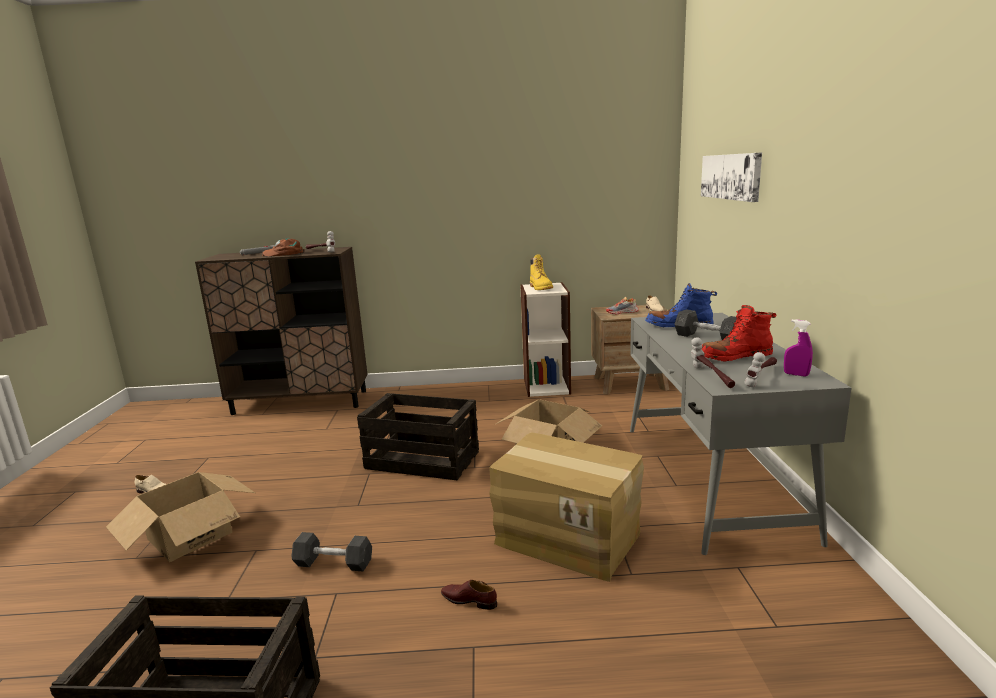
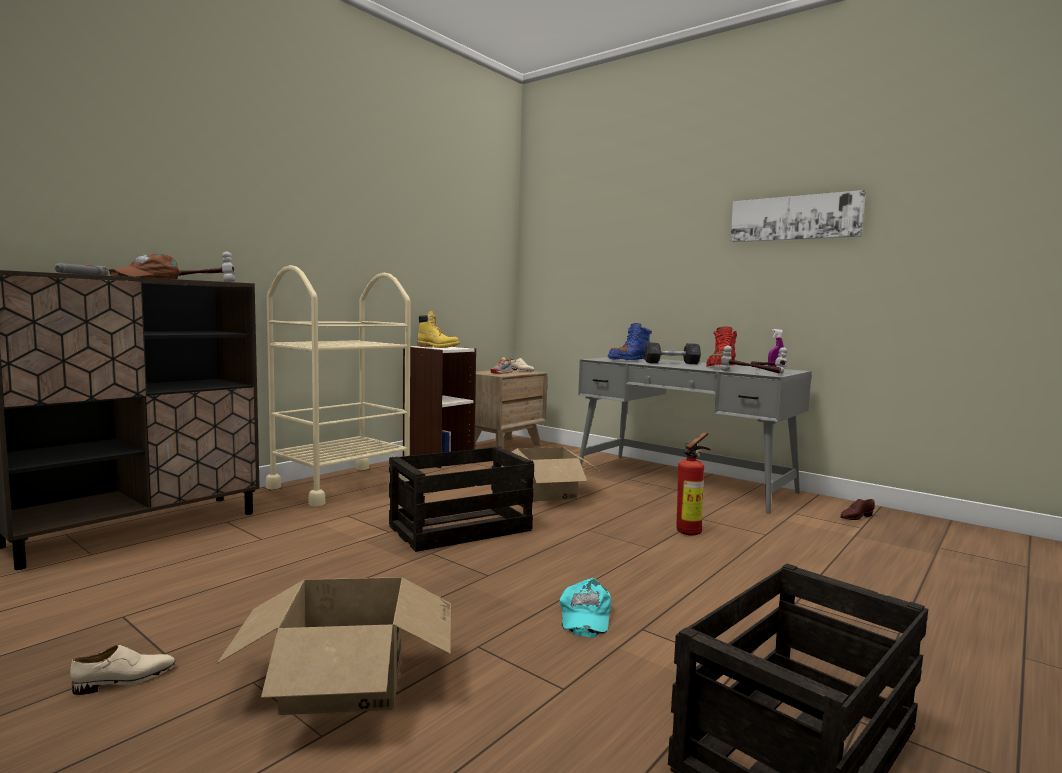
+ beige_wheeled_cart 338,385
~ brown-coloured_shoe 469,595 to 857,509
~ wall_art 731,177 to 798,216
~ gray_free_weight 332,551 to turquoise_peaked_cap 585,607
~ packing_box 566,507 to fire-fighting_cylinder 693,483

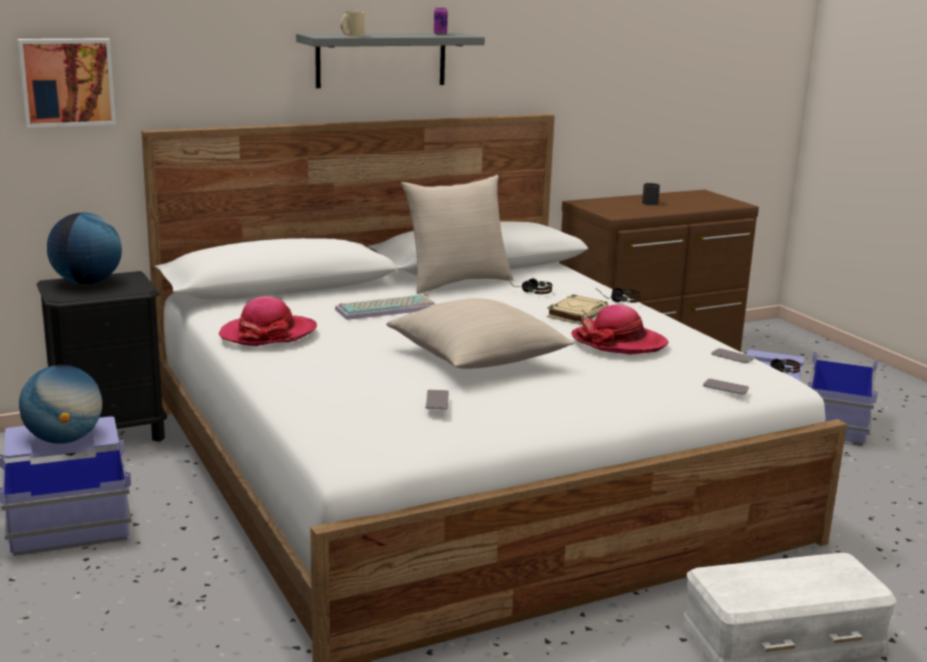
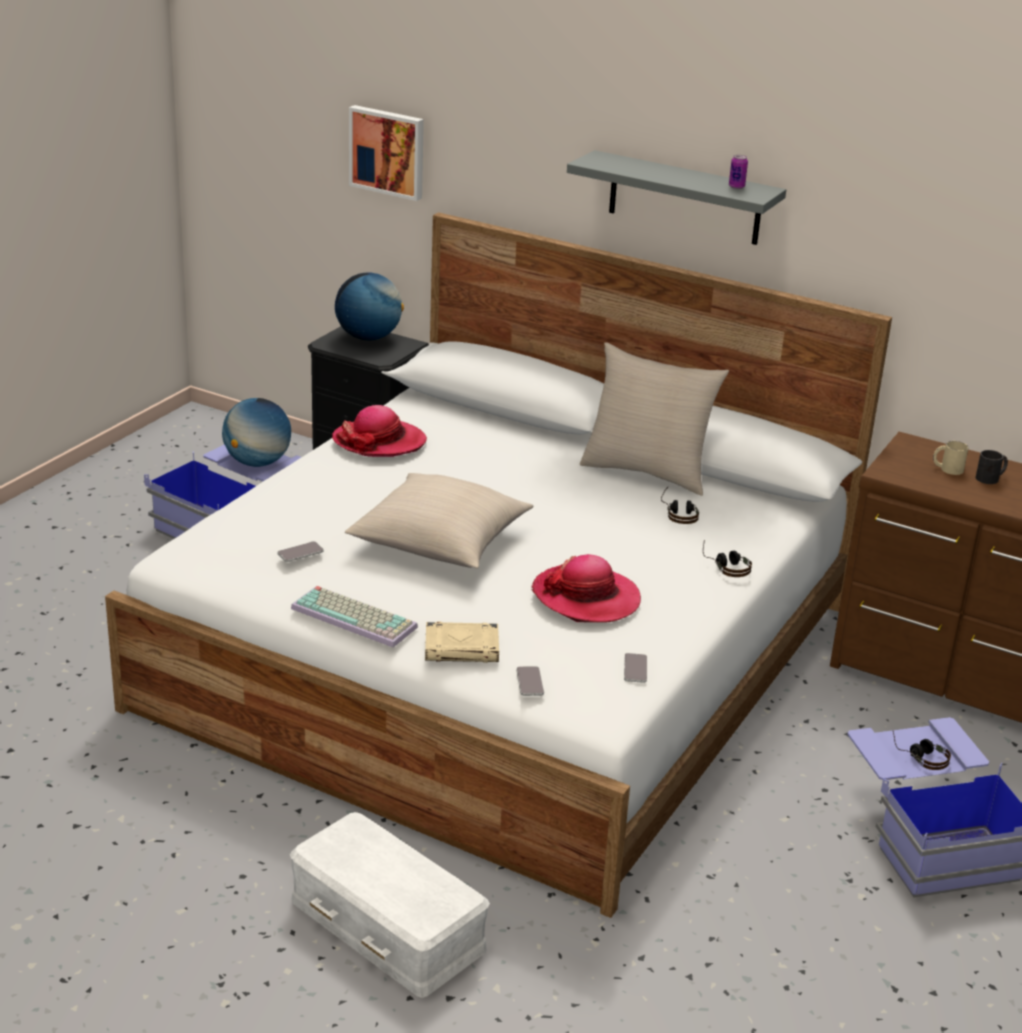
~ PC_keyboard 385,307 to 354,617
~ beige_tea_mug 353,24 to 951,458
~ beige_bound_book 577,309 to 462,642

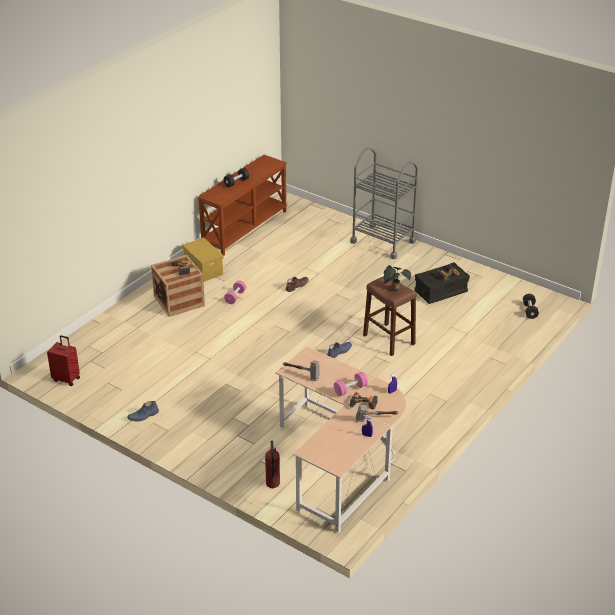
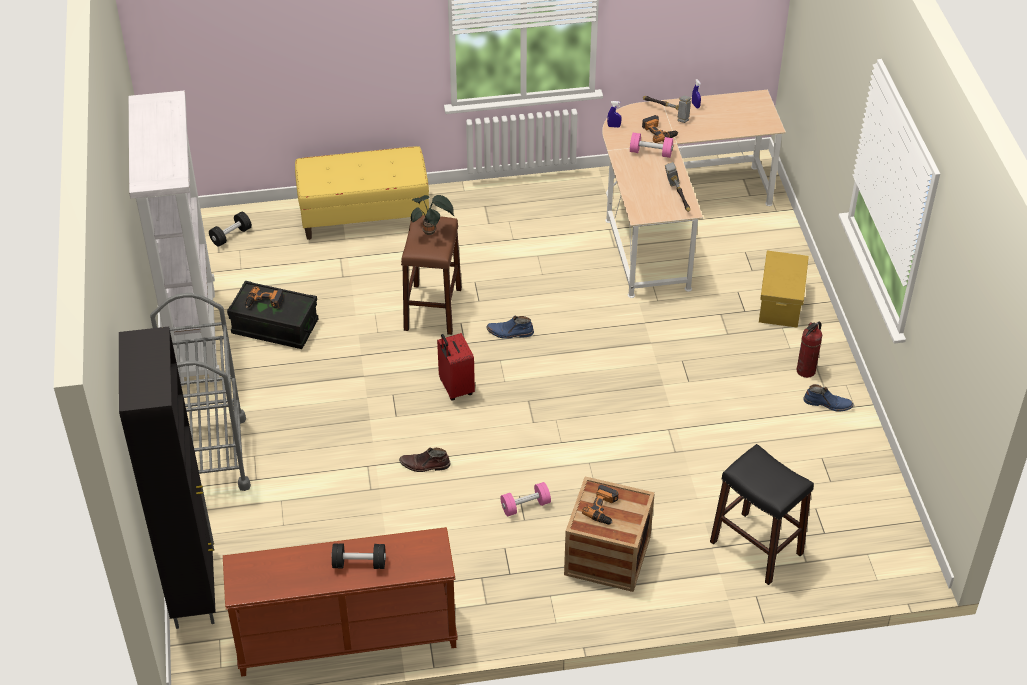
+ black-coloured_storage_cabinet 167,477
+ whitish_bookshelf 174,238
+ yellow_long_seat 362,193
+ black-coloured_stool_seat 762,514
~ red_travel_case 63,360 to 456,367
~ yellow_storage_bin 203,260 to 784,289
~ fire-fighting_cylinder 272,464 to 809,350

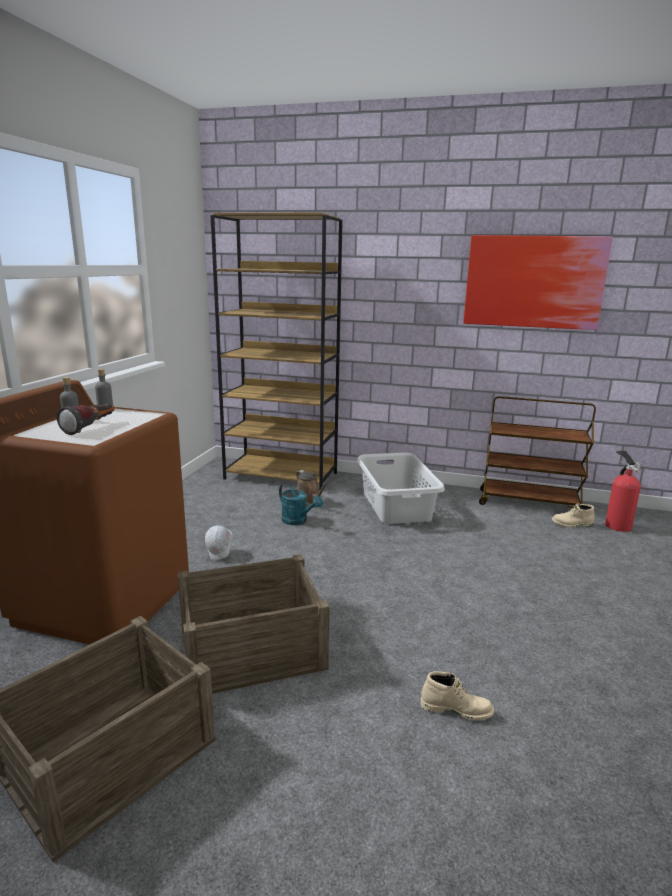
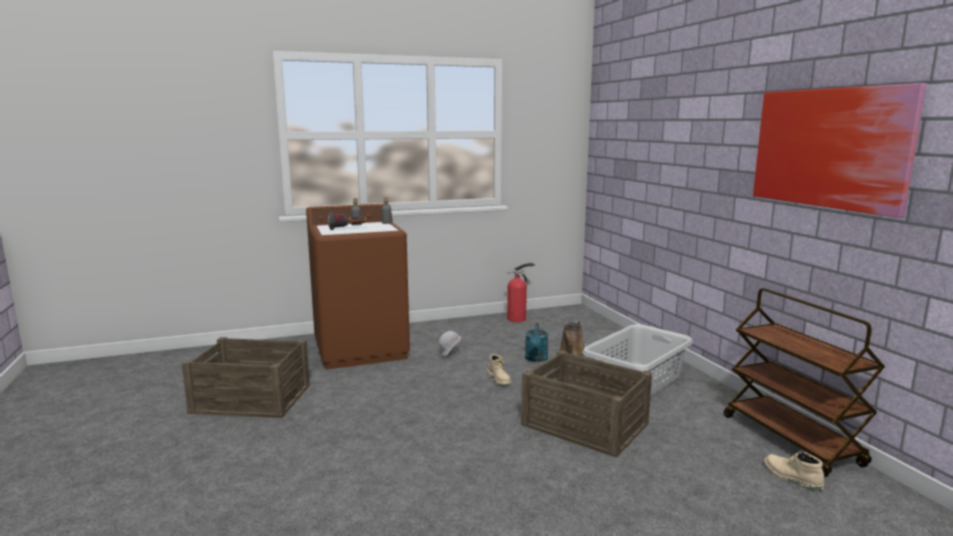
- brown-coloured_bookshelf 276,352
~ packing_crate 253,624 to 586,404
~ beige_tall_boot 457,696 to 499,369
~ fire-fighting_cylinder 624,491 to 521,292

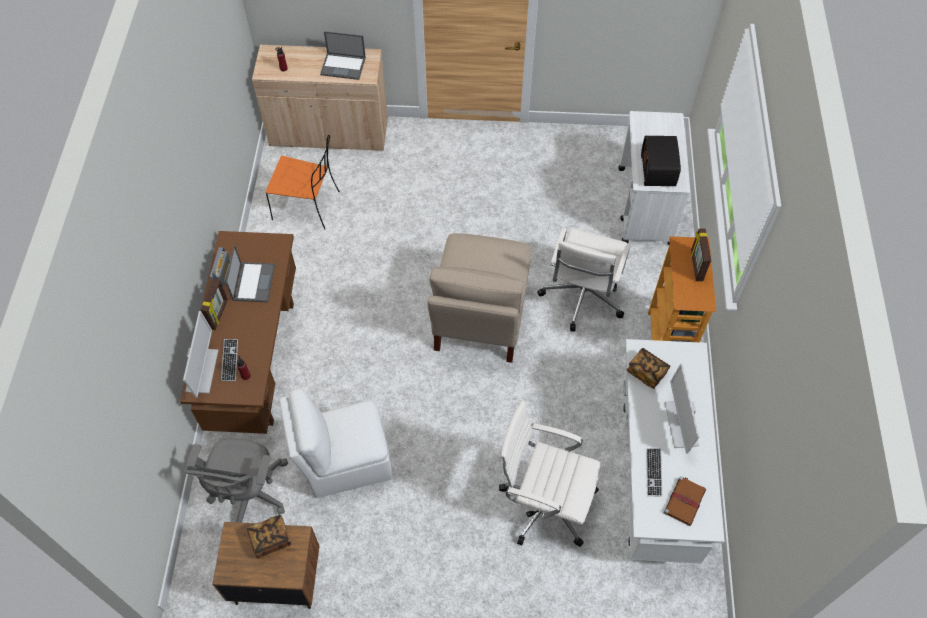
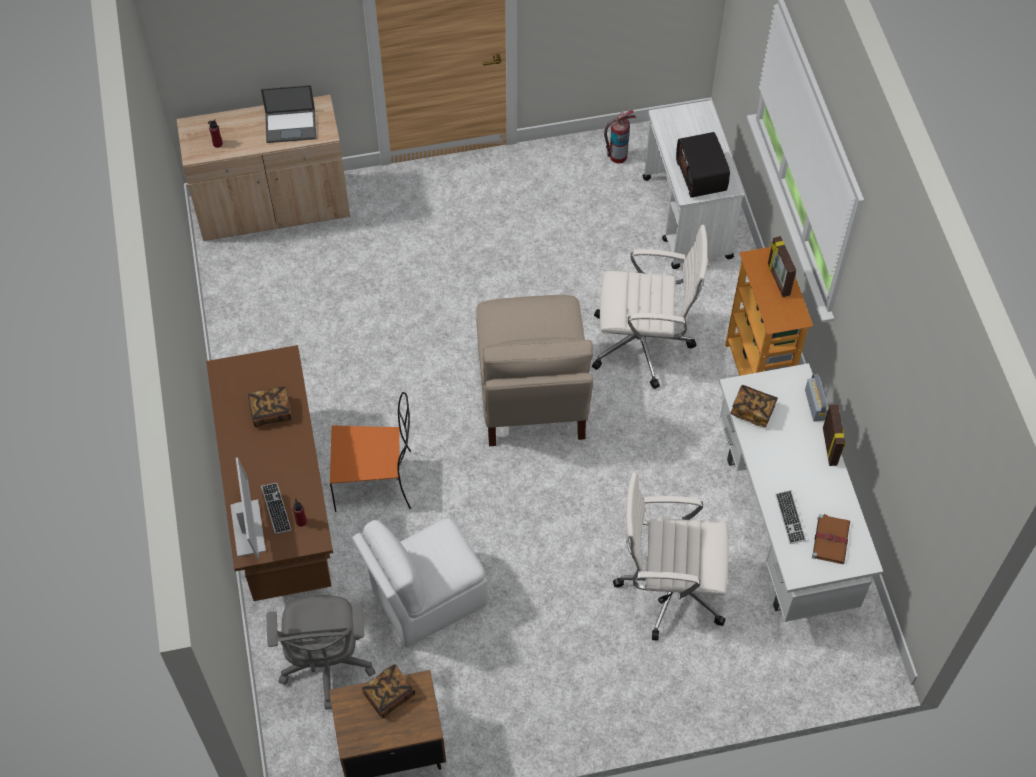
- computer_screen 682,408
+ fire-fighting_cylinder 620,136
~ picture_frame 214,304 to 834,435
~ radio 220,266 to 817,398
~ orangey_plain_chair 302,182 to 370,452
~ notebook_computer 250,273 to bound_book 270,406
~ whitish_office_chair 583,279 = 650,307 90 degrees counterclockwise

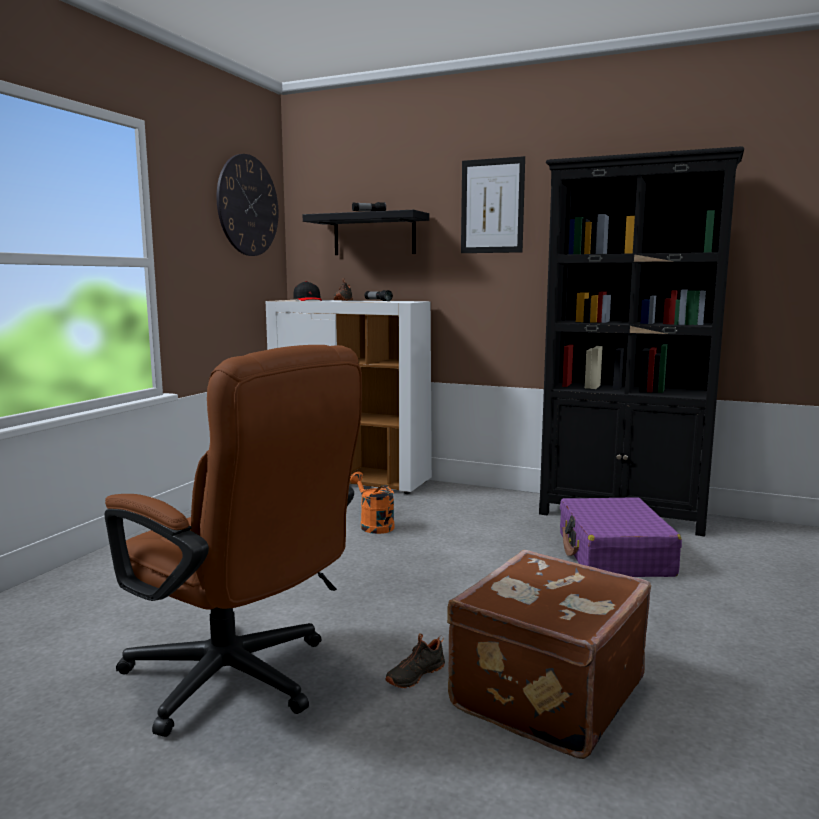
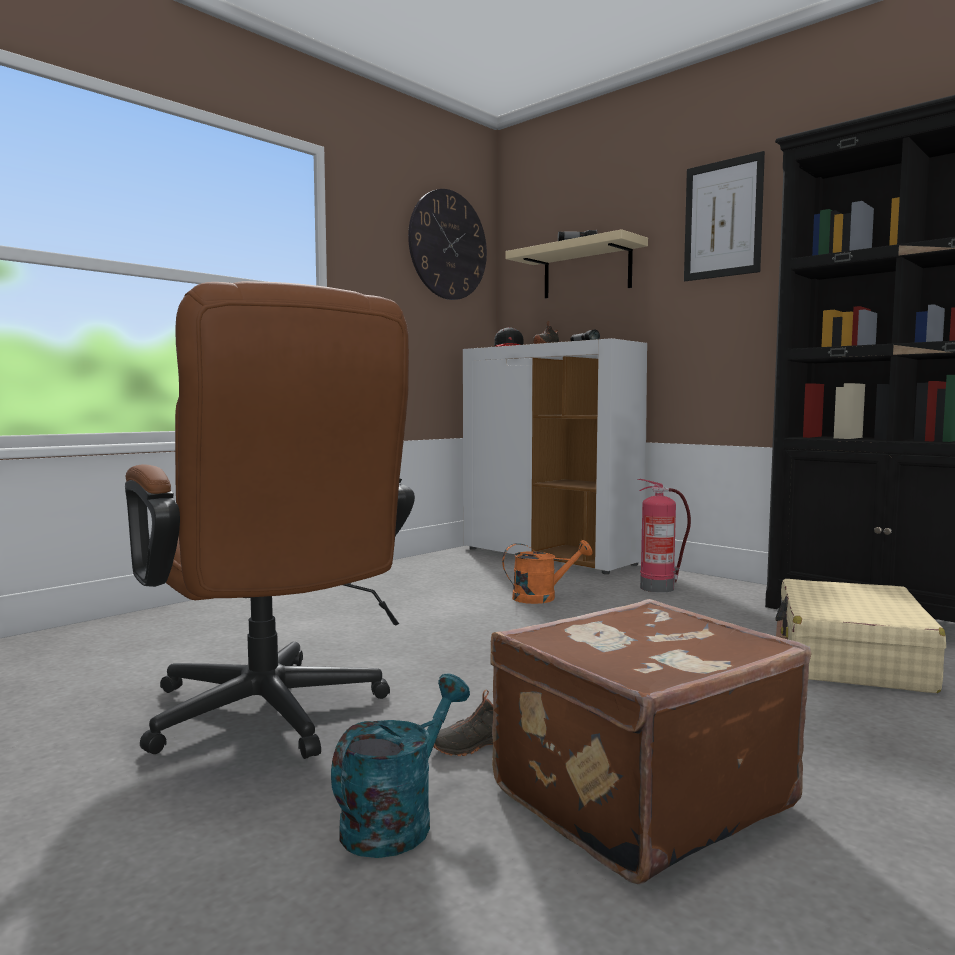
+ turquoise_watering_can 400,765
+ fire-fighting_cylinder 664,536
~ black-coloured_shelf 366,232 to beige_shelf 576,264
~ purple-coloured_travel_case 621,537 to beige_travel_case 860,636
~ orangey_watering_can 372,503 = 547,572 90 degrees clockwise

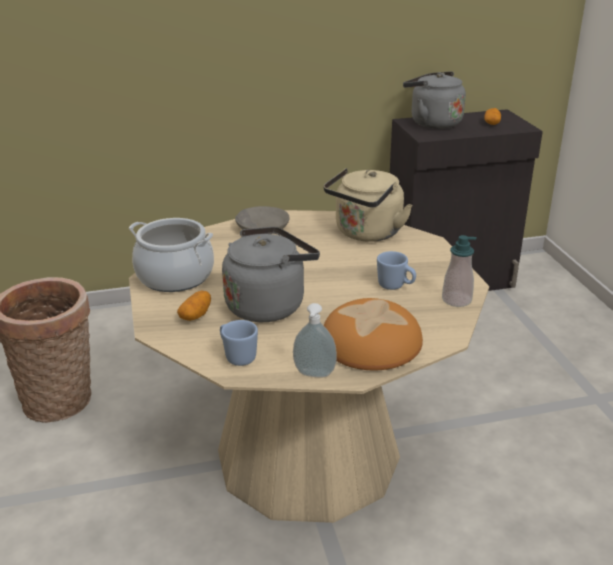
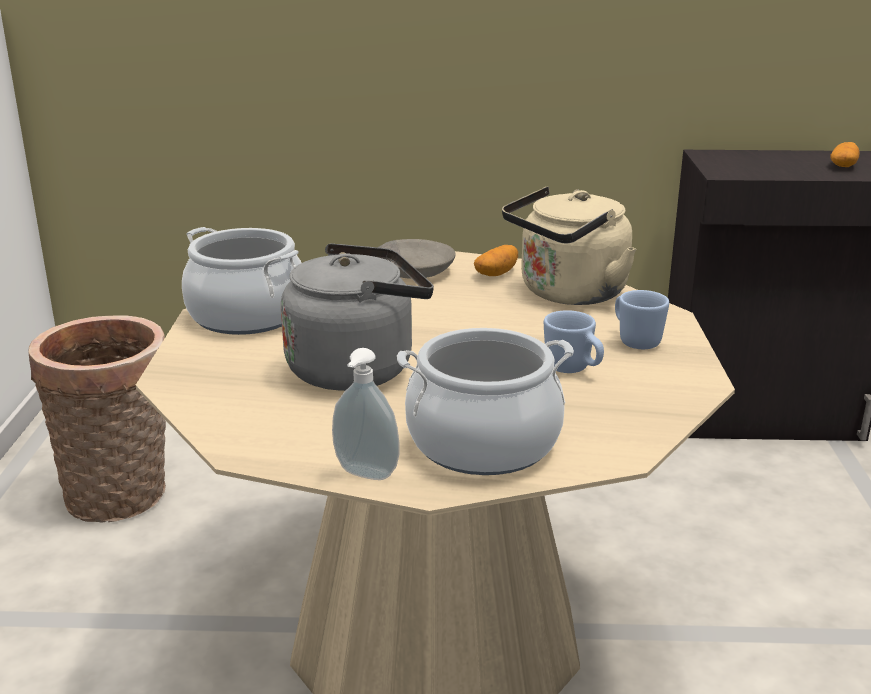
- gray_kettle 434,100
- soap_bottle 459,271
~ potato 194,305 to 496,260
~ blue-coloured_tea_mug 239,343 to 642,319
~ bread 373,334 to cooking_pot 485,401

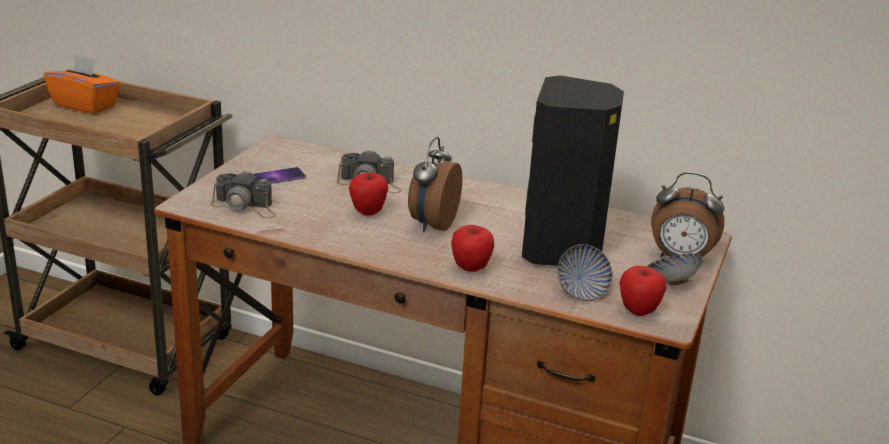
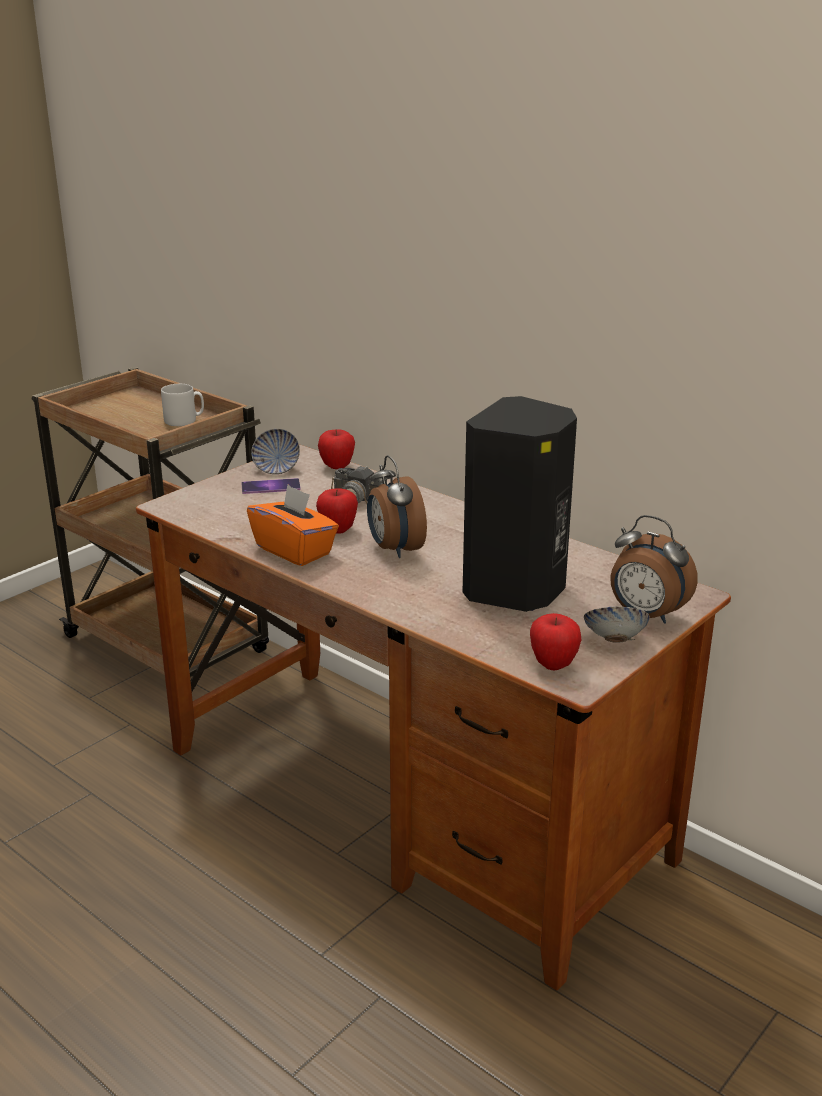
- still_camera 243,194
+ gray_tea_mug 182,405
~ orangey_tissue_box 82,84 to 293,525
~ whole_apple 472,248 to 336,449
~ deep_dish 585,272 to 275,451
~ bedside_clock 435,184 = 397,506 60 degrees counterclockwise

